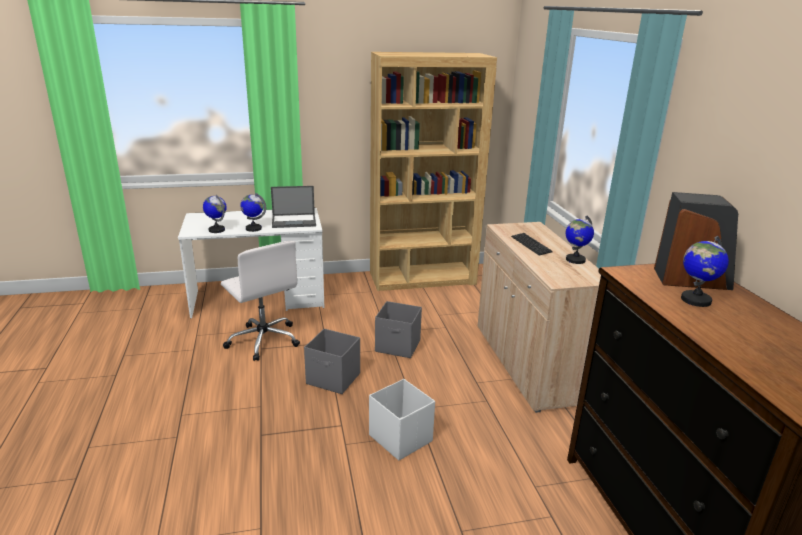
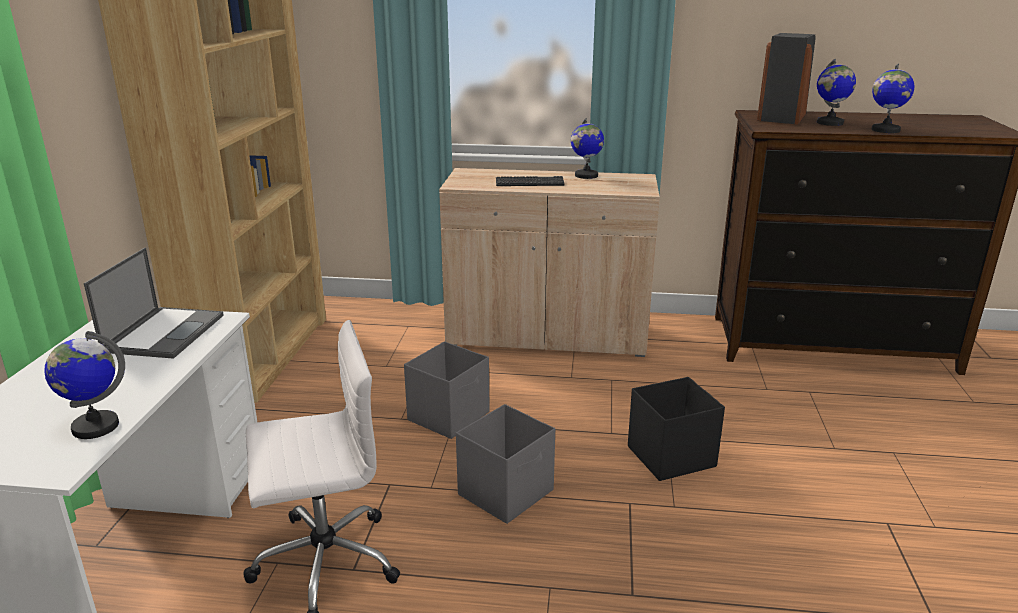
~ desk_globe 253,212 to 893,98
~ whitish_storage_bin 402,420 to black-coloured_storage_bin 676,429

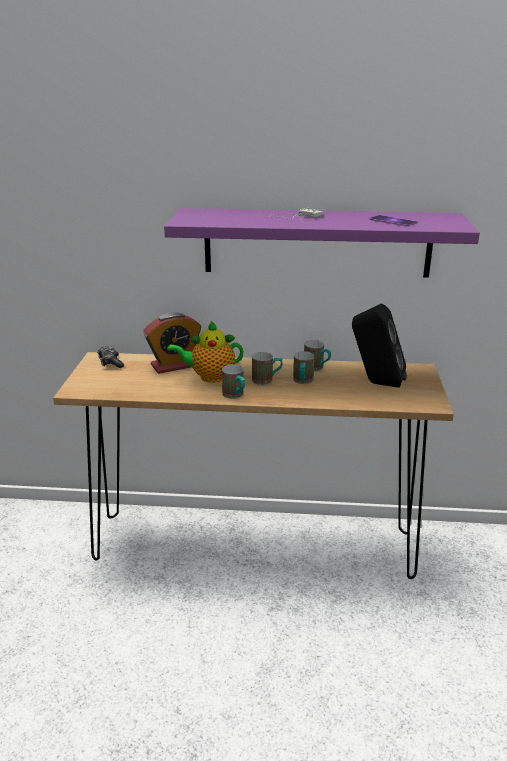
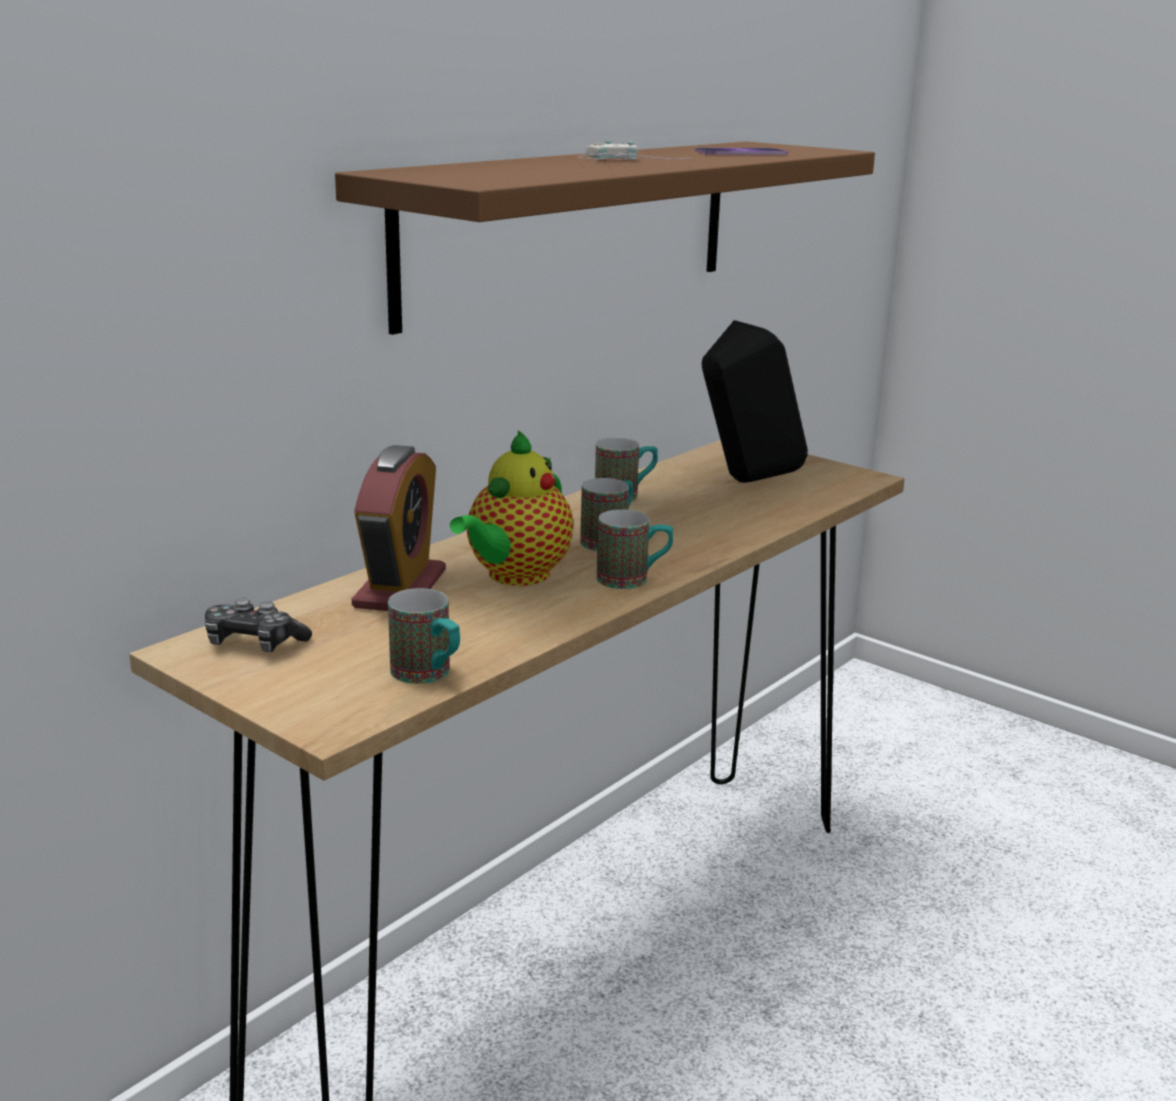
~ tea_mug 304,367 to 424,636
~ purple-coloured_shelf 322,243 to brown-coloured_shelf 605,238

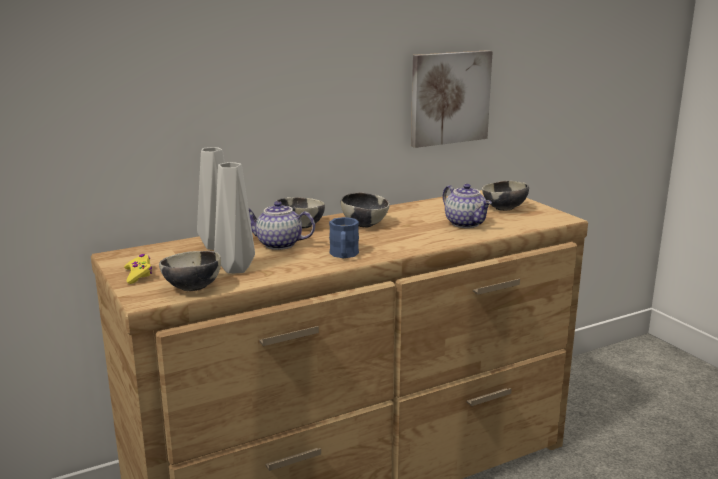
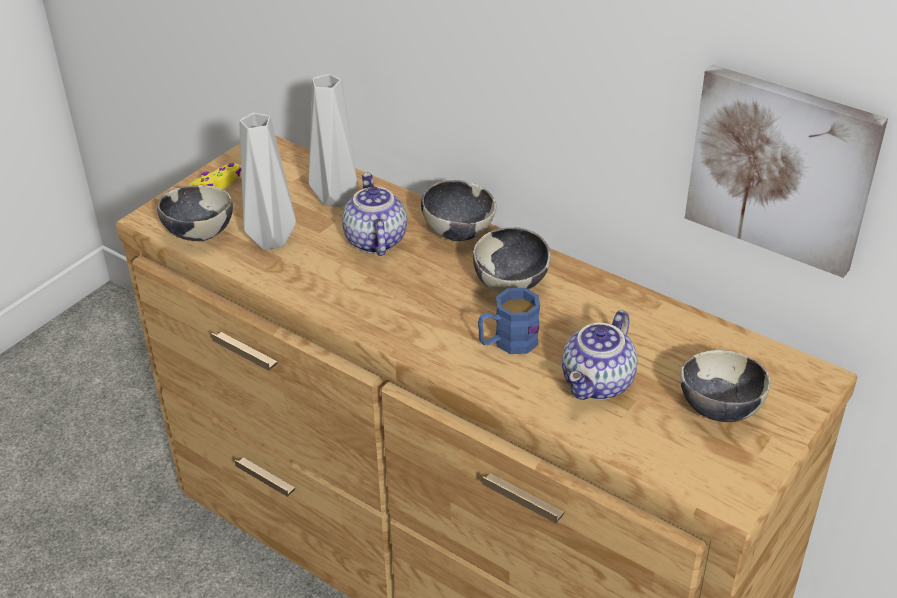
~ blue-coloured_tea_mug 344,237 to 509,321

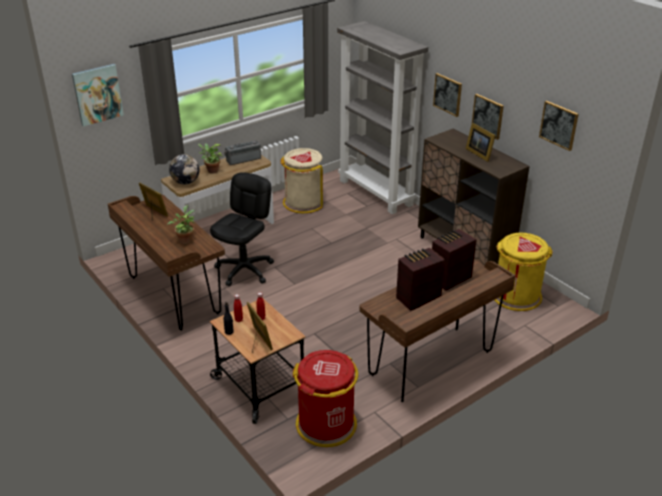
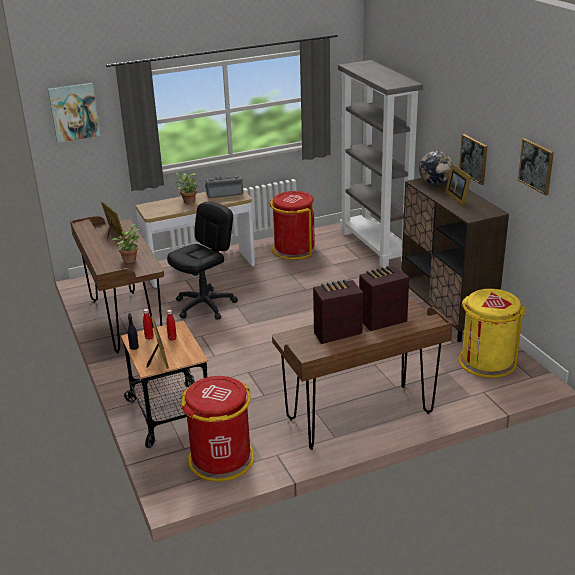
- wall_art 447,95
~ desk_globe 184,169 to 436,168
~ beige_trash_can 301,180 to red_trash_can 292,225

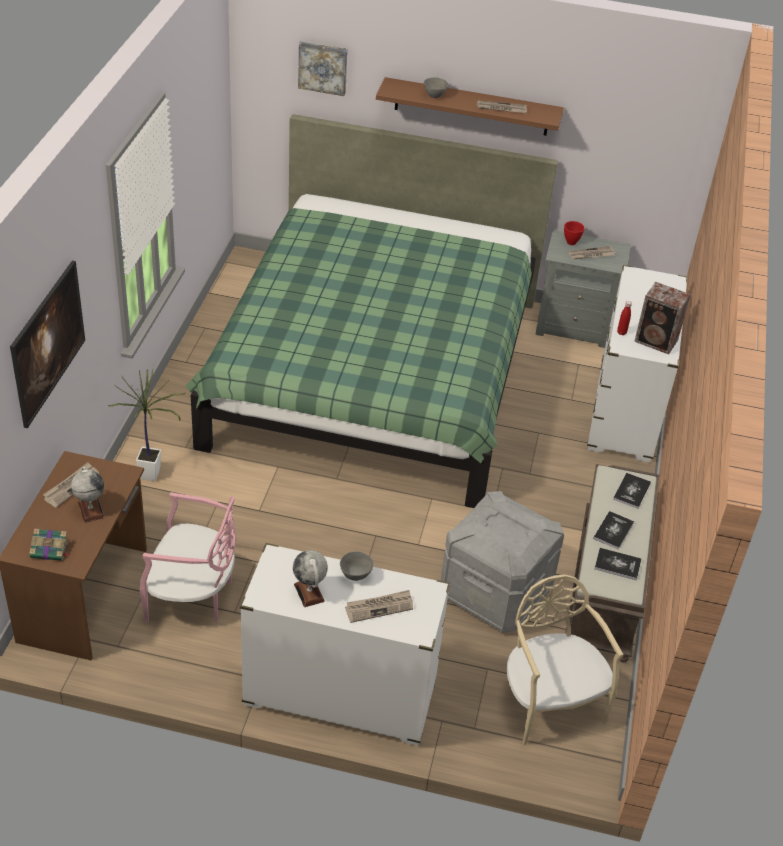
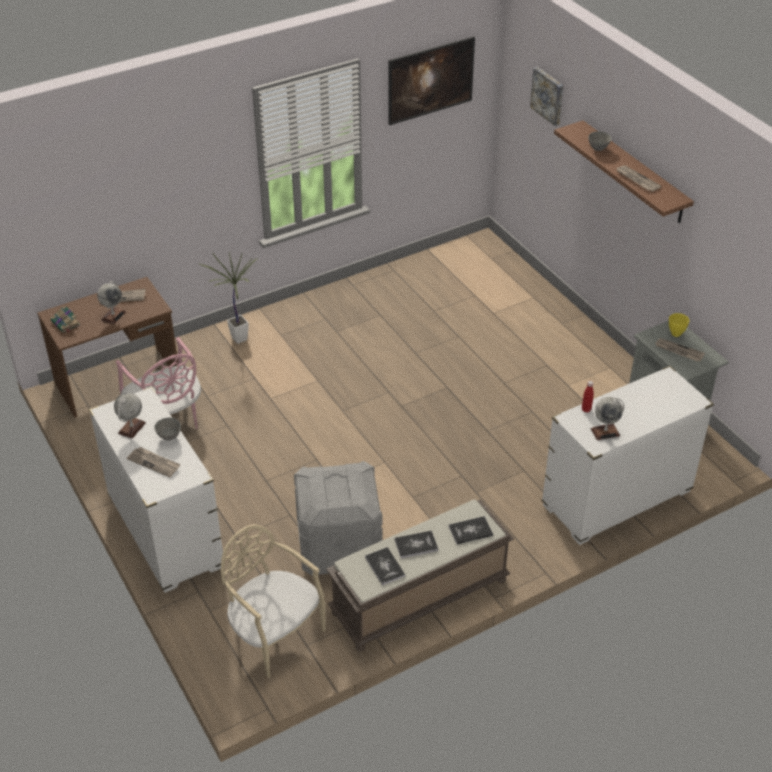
- green_bedroom_bed 371,311
~ wall_art 47,344 to 431,80
~ audio_speaker 662,318 to desk_globe 608,418
~ red_deep_dish 574,233 to yellow_deep_dish 679,325
~ beige_plain_chair 565,660 = 273,601 75 degrees counterclockwise

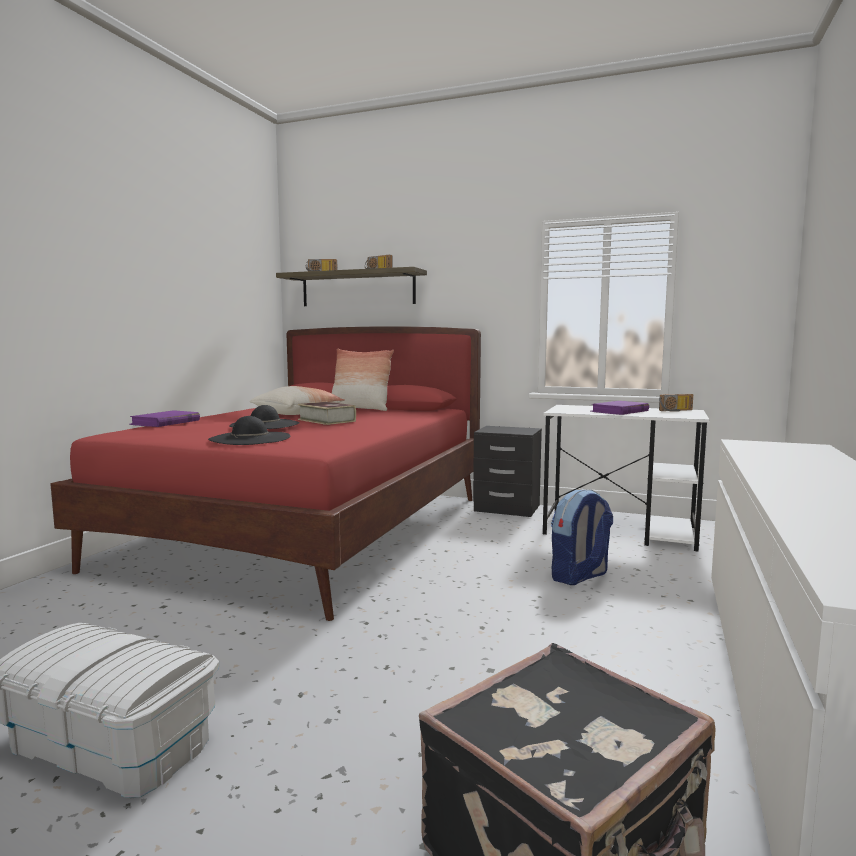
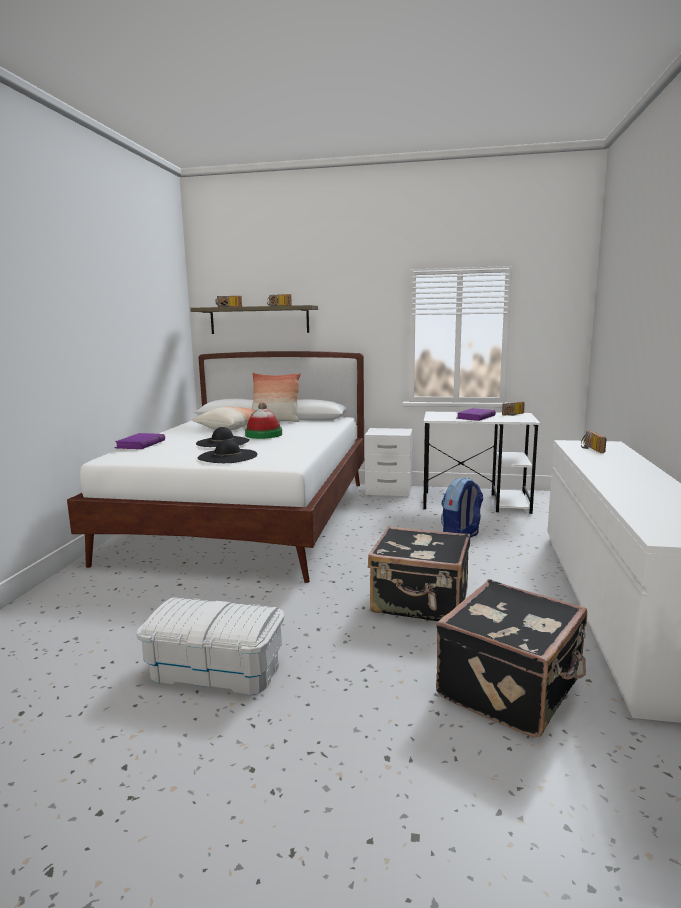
+ black-coloured_travel_case 419,573
+ radio 594,442
~ bound_book 327,413 to wearable_hat 263,420
~ red_bedroom_bed 265,473 to whitish_bedroom_bed 215,467
~ black-coloured_bedside_table 507,471 to whitish_bedside_table 388,462

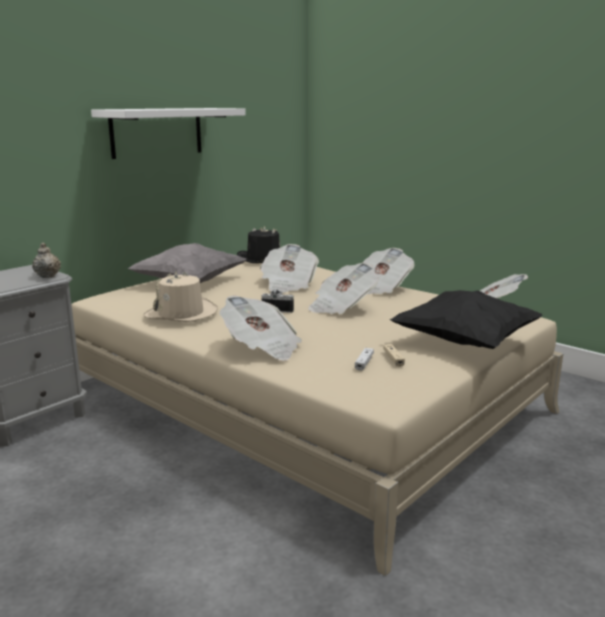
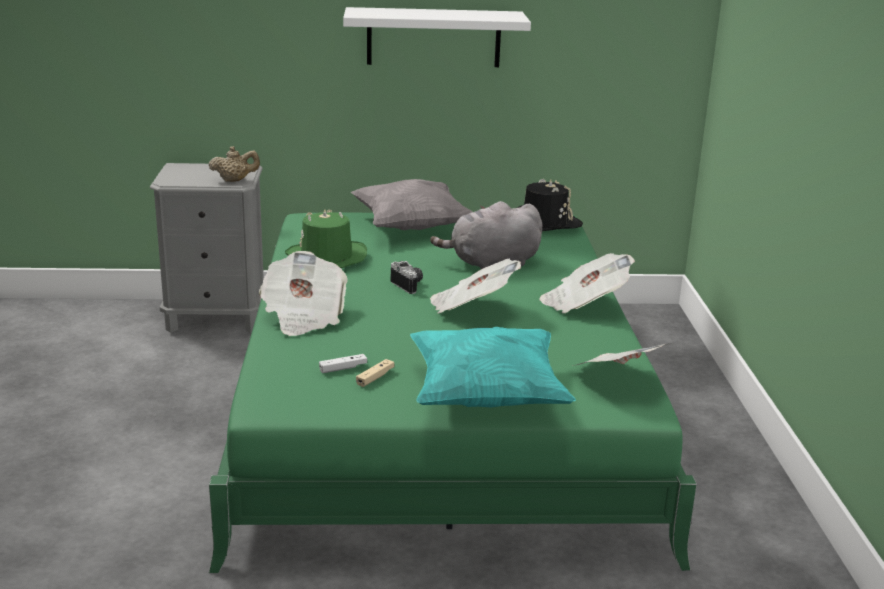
~ newspaper 289,268 to gray_soft_toy 486,235
~ beige_bedroom_bed 317,419 to green_bedroom_bed 453,393
~ beige_wearable_hat 181,297 to green_wearable_hat 326,238
~ black-coloured_pillow 466,319 to turquoise_pillow 493,367
~ beige_pot_for_tea 46,260 = 234,164 60 degrees clockwise

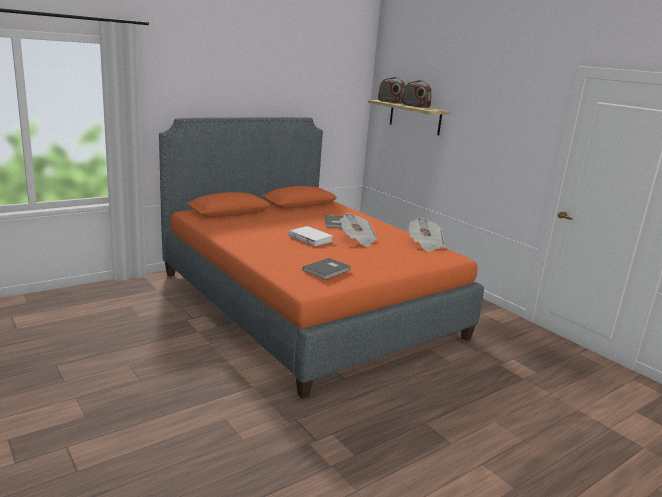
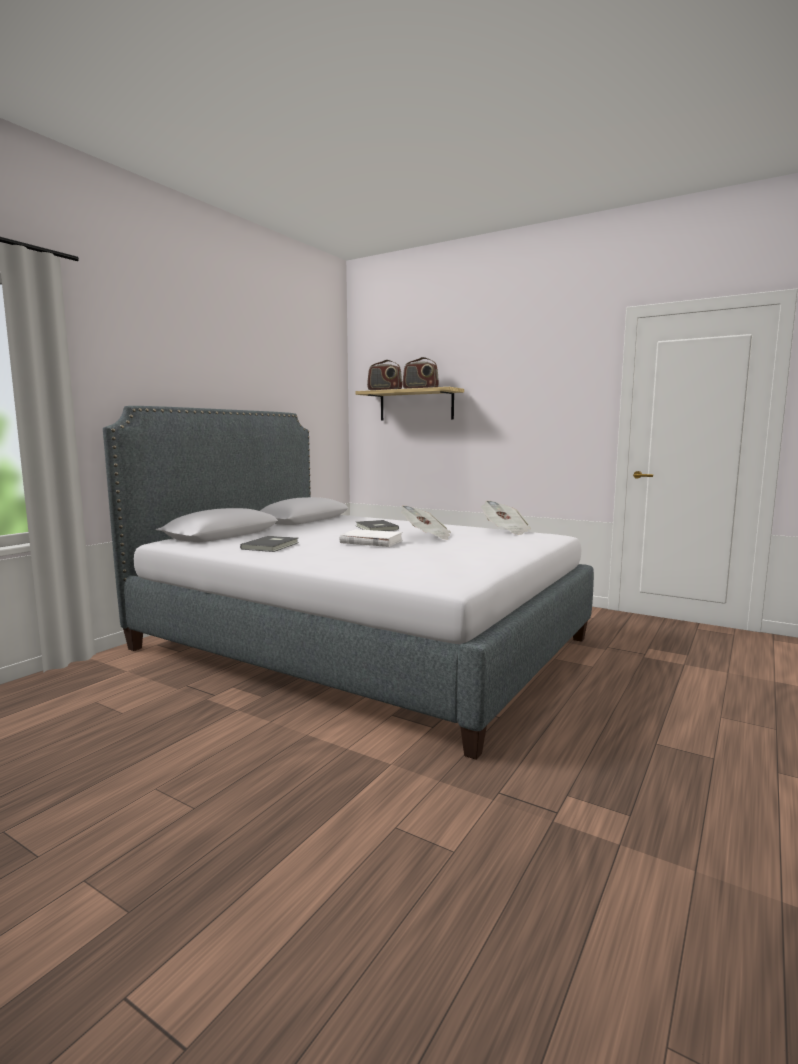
~ gray_bound_book 326,269 to 269,544
~ orangey_bedroom_bed 321,258 to gray_bedroom_bed 348,583

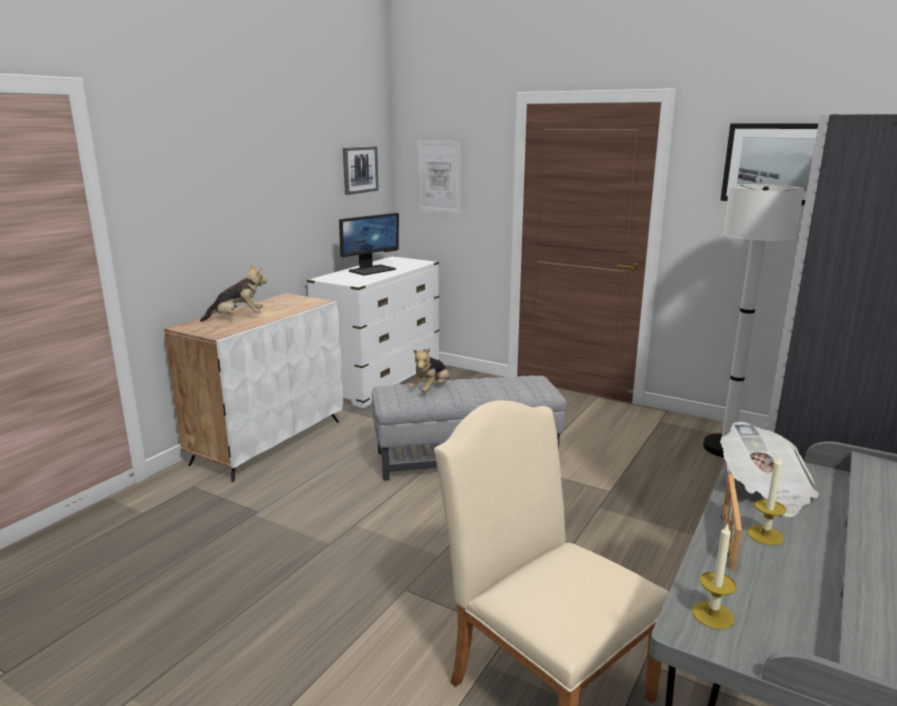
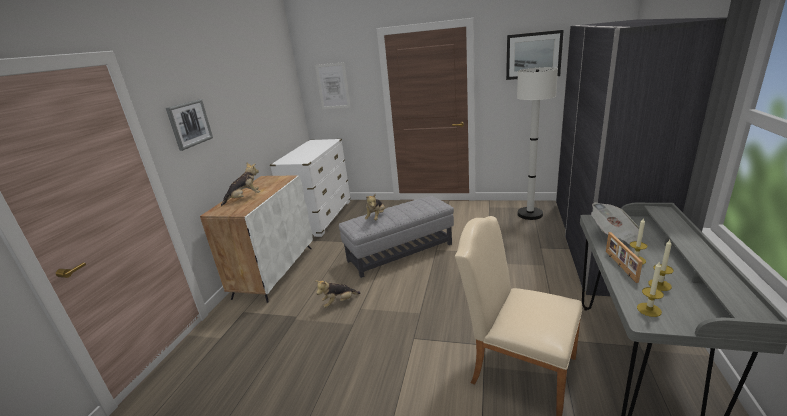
- computer_screen 369,244
+ soft_toy 338,294
+ wax_candle 661,265
~ wall_art 361,170 to 189,125

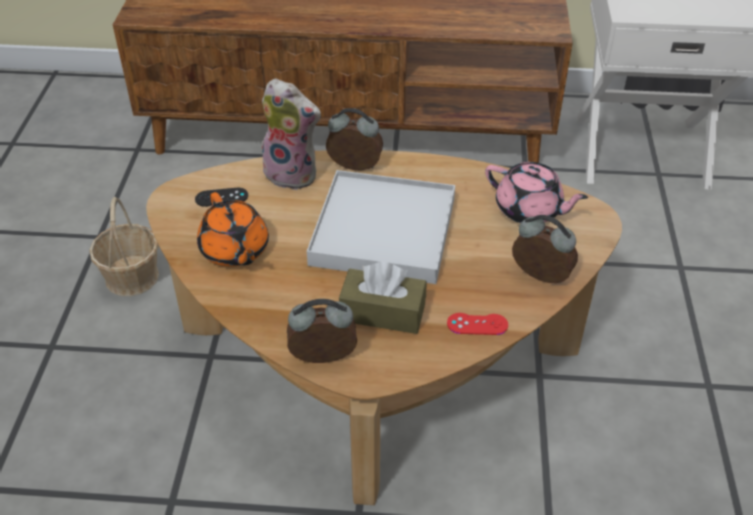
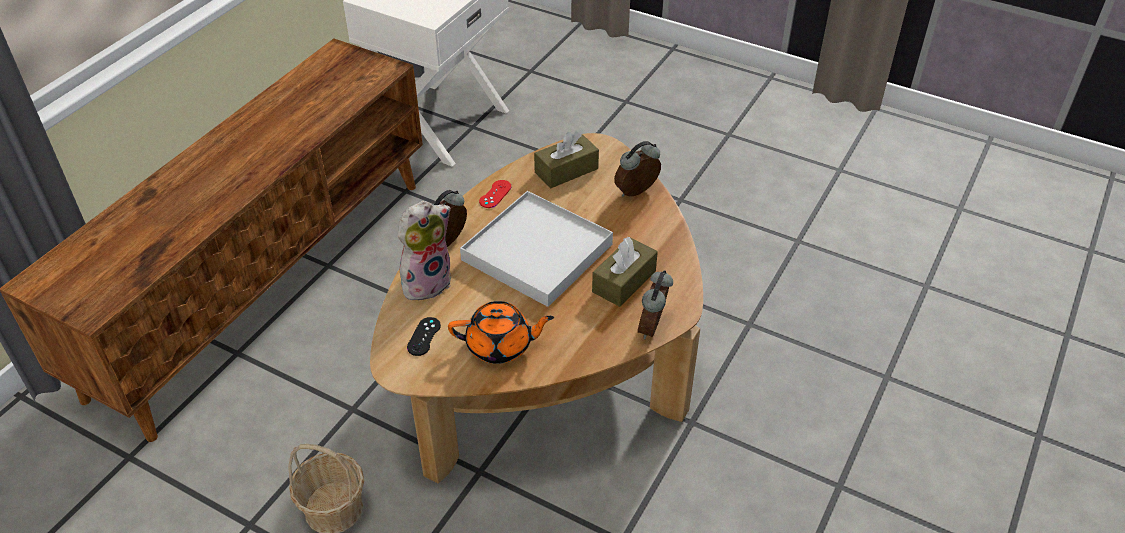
~ red_game_controller 477,324 to 495,194
~ pink_pot_for_tea 536,192 to brown-coloured_tissue_box 566,160

